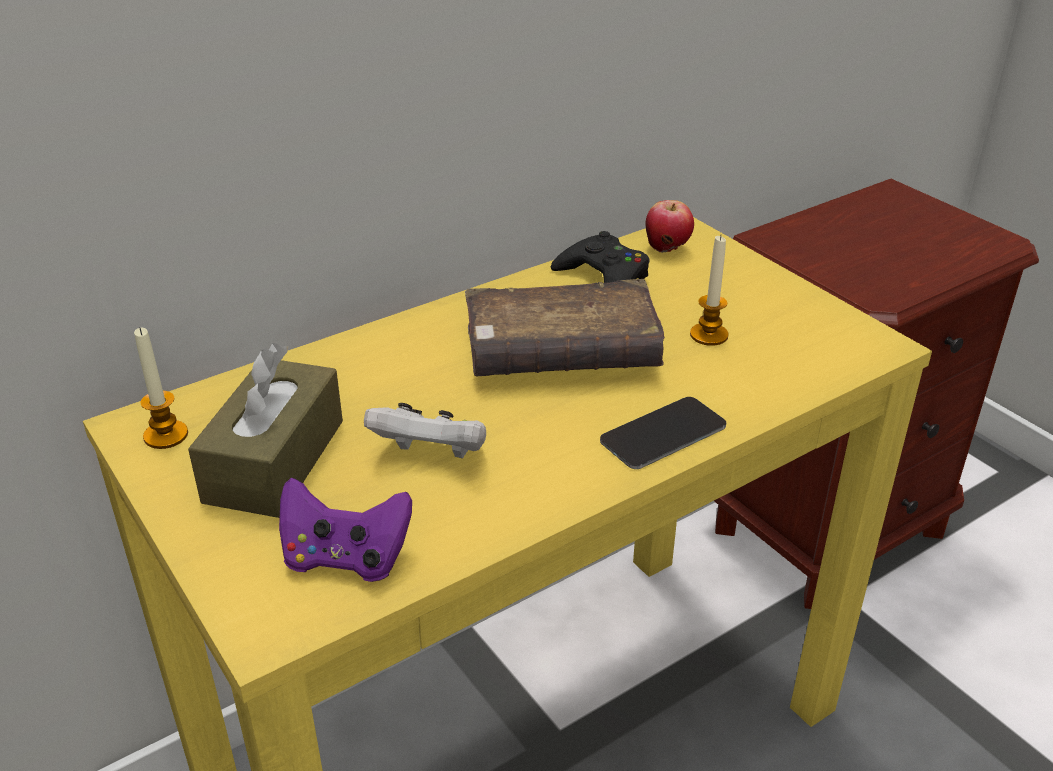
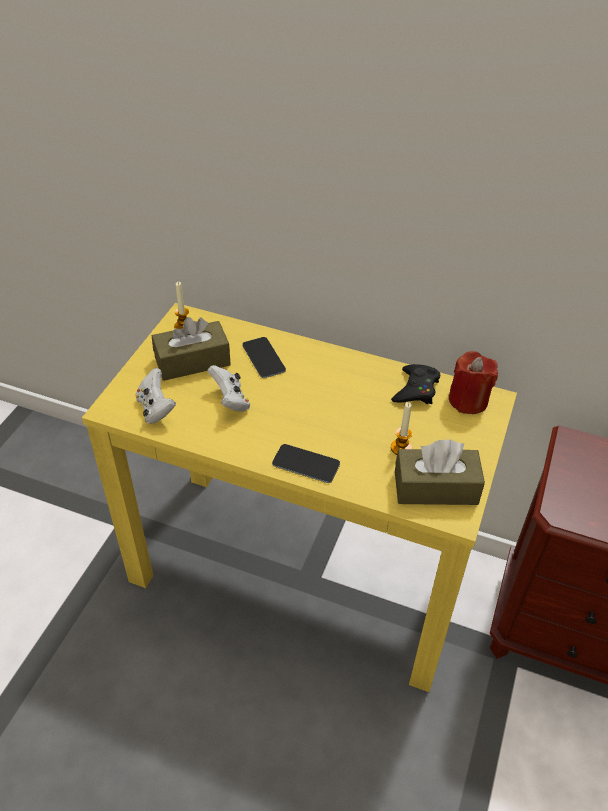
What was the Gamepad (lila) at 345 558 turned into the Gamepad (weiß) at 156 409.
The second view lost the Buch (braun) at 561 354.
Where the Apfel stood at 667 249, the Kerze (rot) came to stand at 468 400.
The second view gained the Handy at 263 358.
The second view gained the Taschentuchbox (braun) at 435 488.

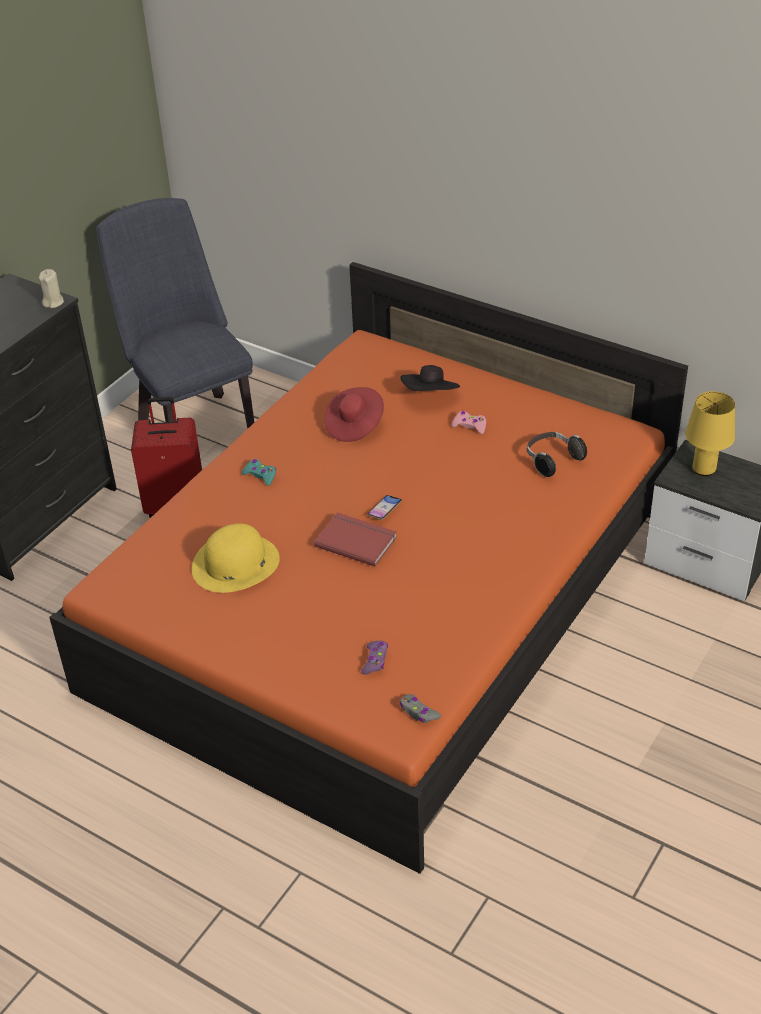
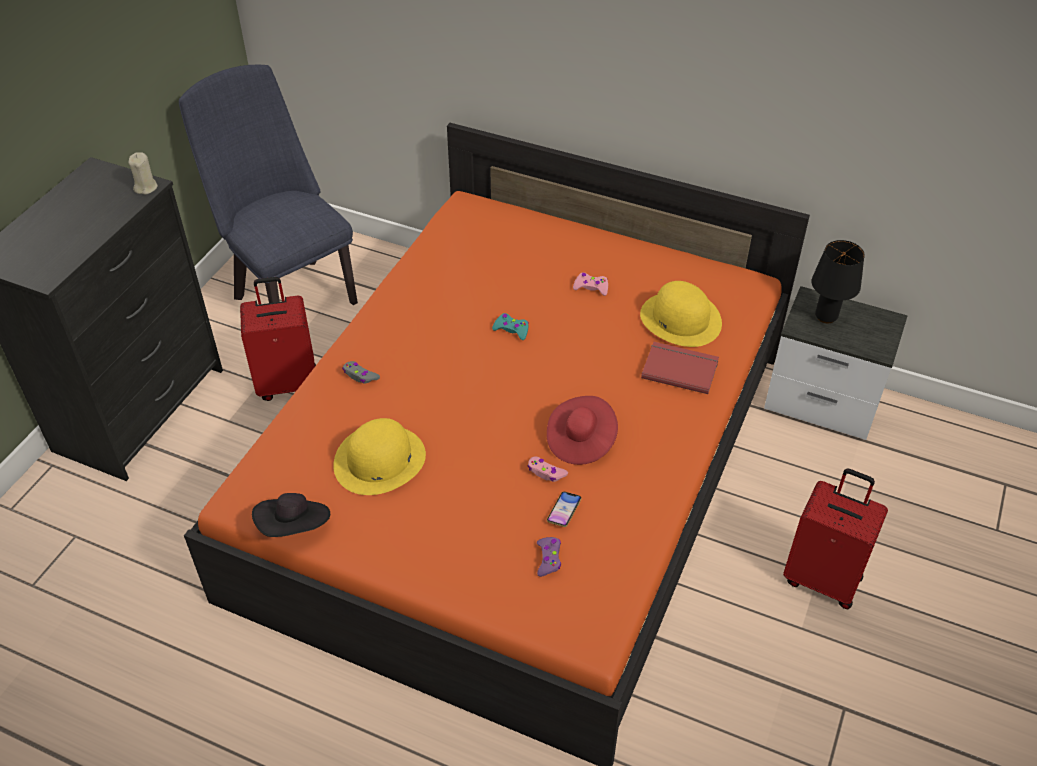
The Gamepad (türkis) ended up elsewhere, having gone from 260 475 to 511 330.
The Buch (rot) ended up elsewhere, having gone from 356 540 to 680 368.
The Hut (rot) ended up elsewhere, having gone from 354 425 to 580 441.
The Handy ended up elsewhere, having gone from 384 509 to 564 511.
The Gamepad (grau) ended up elsewhere, having gone from 418 712 to 360 376.
The Hut (schwarz) ended up elsewhere, having gone from 430 395 to 295 527.
Where the Kopfhörer stood at 552 460, the Hut (gelb) came to stand at 681 319.
What was the Tischlampe (gelb) at 704 470 turned into the Tischlampe (schwarz) at 826 316.
The second view gained the Gamepad (rosa) at 546 472.
The second view gained the Koffer (rot) at 823 578.

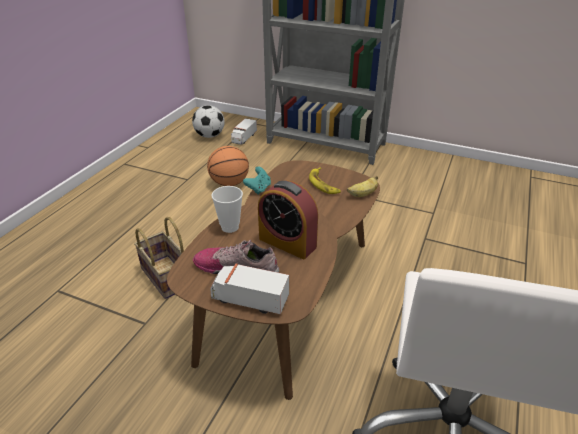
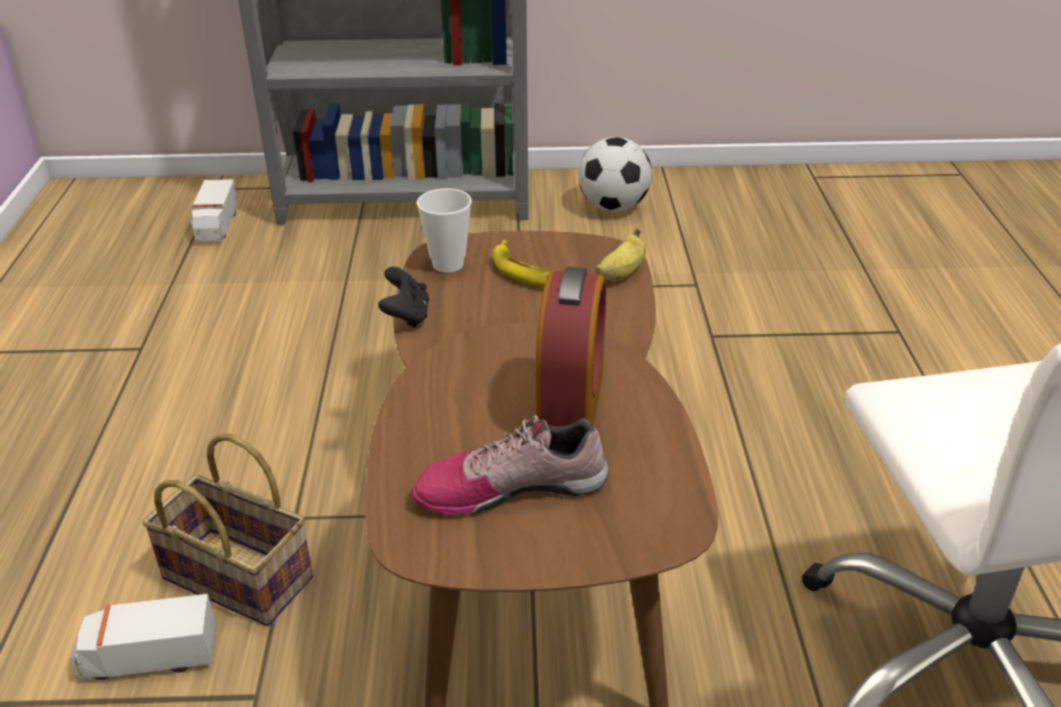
The Fußball ended up elsewhere, having gone from 210 136 to 613 207.
The second view lost the Basketball at 229 183.
The Spielzeuglaster ended up elsewhere, having gone from 249 299 to 148 657.
The Tasse ended up elsewhere, having gone from 230 227 to 448 264.
What was the Gamepad (türkis) at 258 189 turned into the Gamepad (schwarz) at 406 316.
The Wecker at 287 243 ended up facing another way, 90 degrees counterclockwise from before.

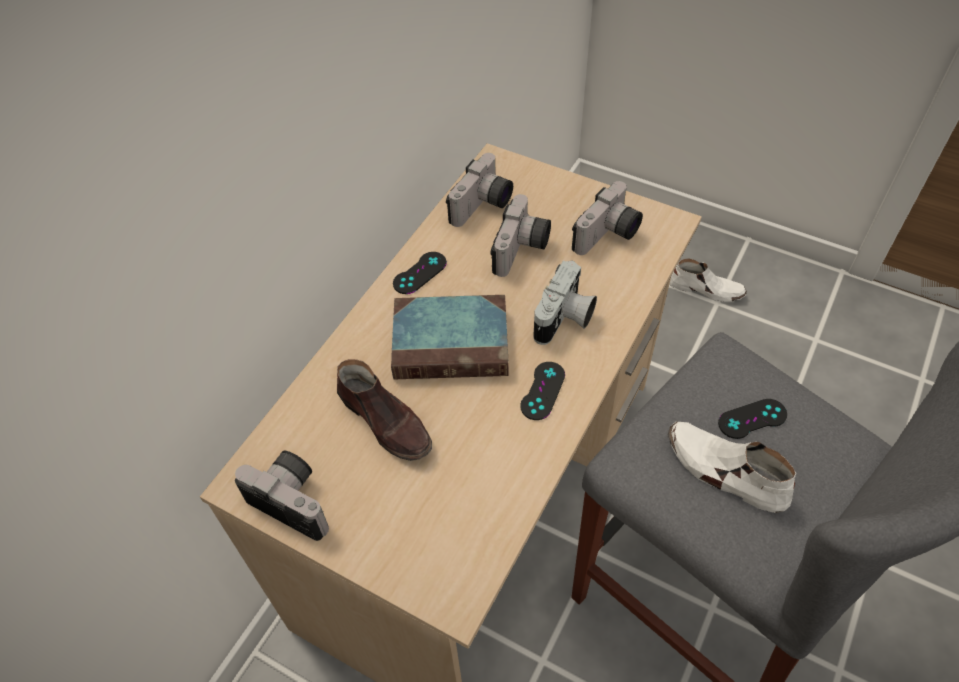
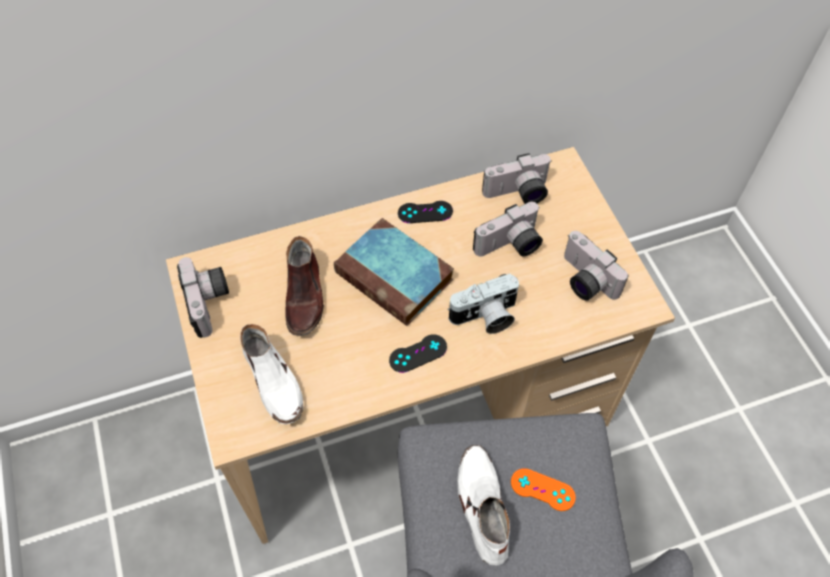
The Kamera at 608 236 ended up facing another way, 60 degrees clockwise from before.
The Schuh (weiß) ended up elsewhere, having gone from 706 289 to 274 381.
What was the Gamepad (schwarz) at 752 419 turned into the Gamepad (orange) at 542 489.

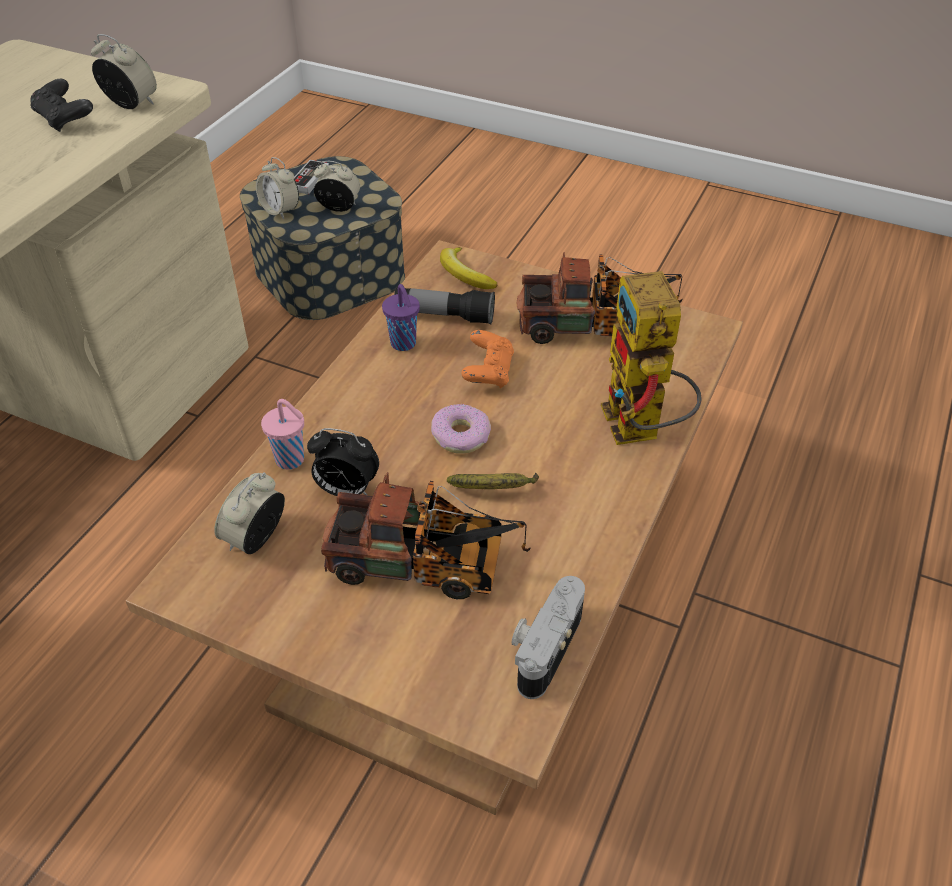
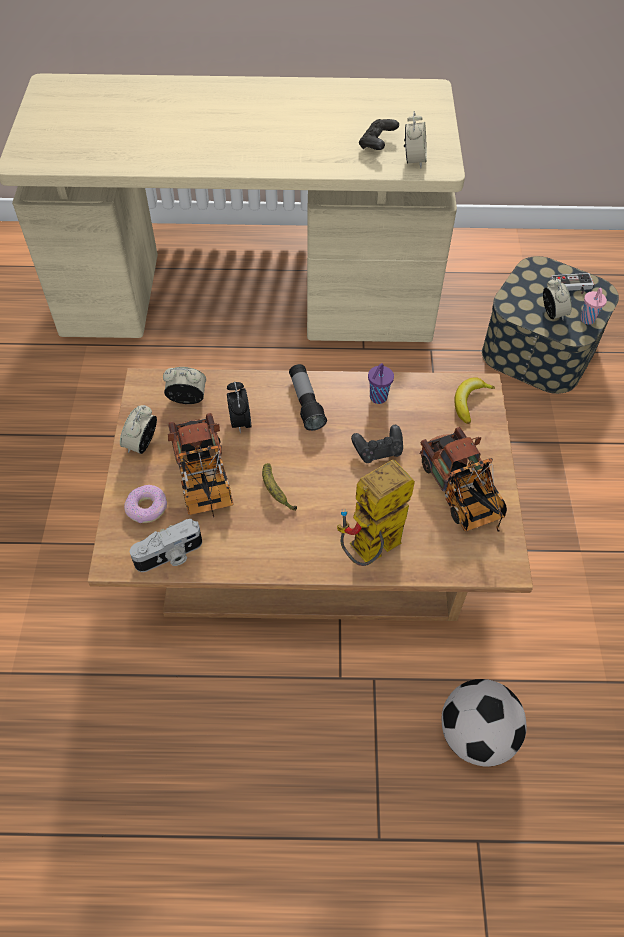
The Wecker ended up elsewhere, having gone from 280 210 to 142 444.
The Tasse (rosa) ended up elsewhere, having gone from 291 460 to 587 320.
The Taschenlampe ended up elsewhere, having gone from 444 316 to 306 403.
The Donut ended up elsewhere, having gone from 461 435 to 147 508.
What was the Gamepad (orange) at 488 372 turned into the Gamepad (schwarz) at 378 451.
The Kamera at 544 647 ended up facing another way, 150 degrees clockwise from before.
The second view gained the Fußball at 476 734.

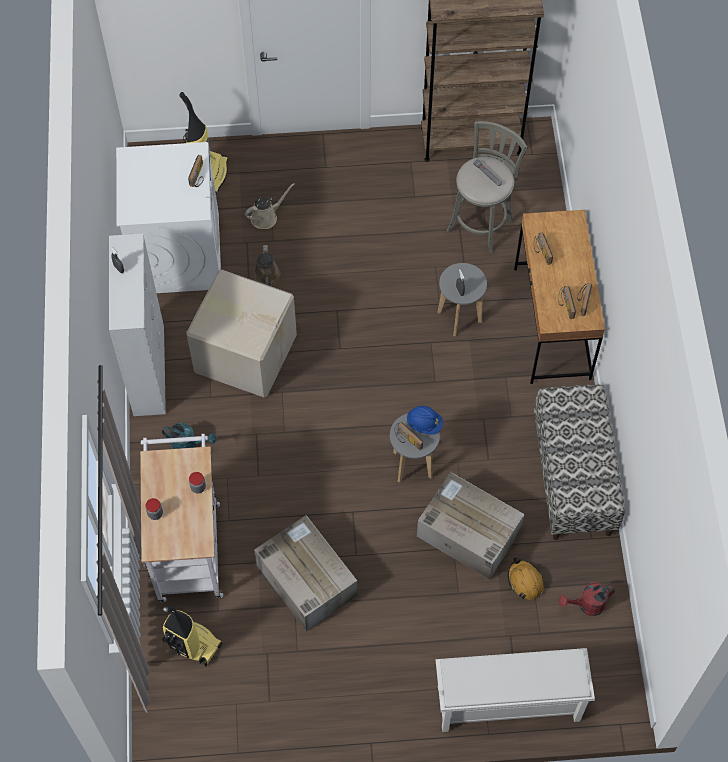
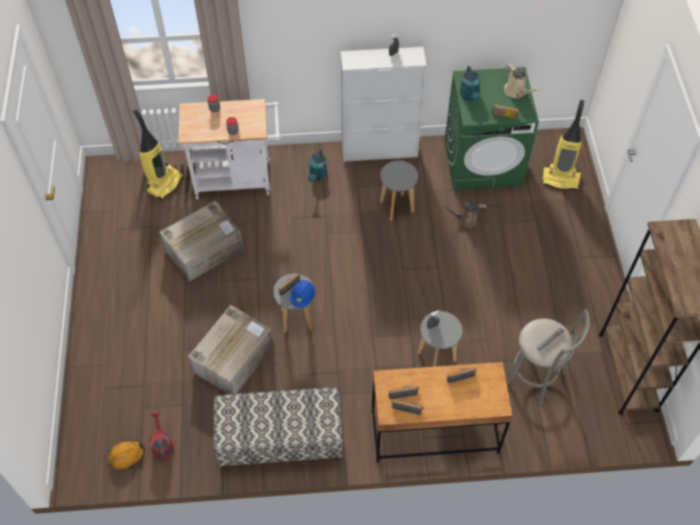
What was the Waschmaschine (weiß) at 177 253 turned into the Waschmaschine (grün) at 483 162.
Where the Karton stood at 245 352, the Hocker (grau) came to stand at 397 207.
The Gießkanne (beige) ended up elsewhere, having gone from 266 217 to 516 91.
The second view lost the Schuhregal (weiß) at 507 704.
The Schutzhelm (orange) ended up elsewhere, having gone from 525 581 to 127 455.
The second view gained the Gießkanne (türkis) at 470 96.

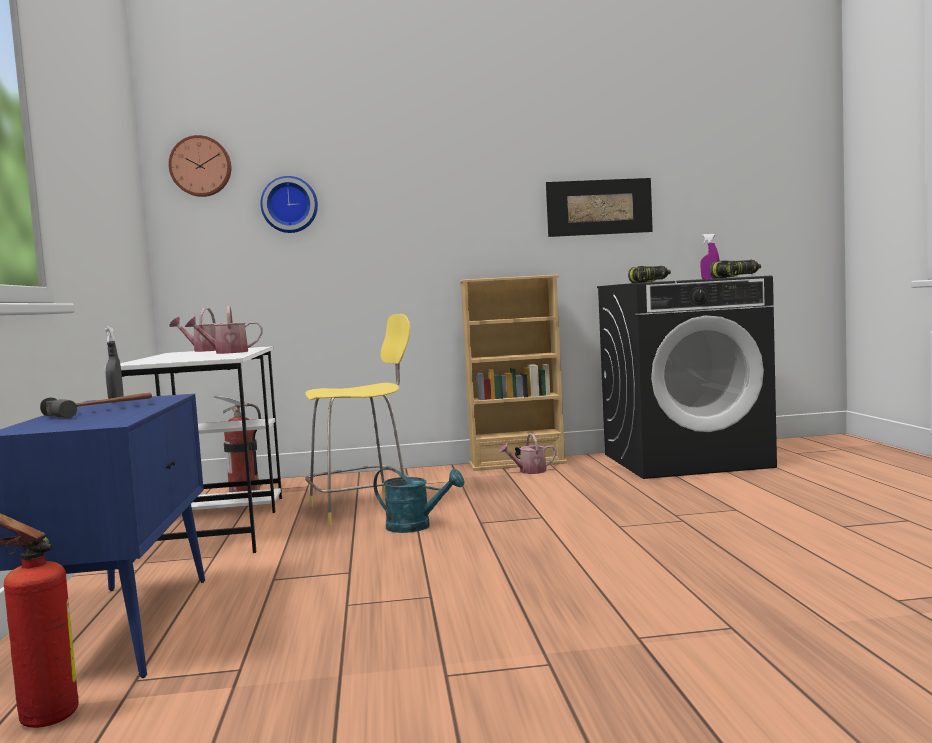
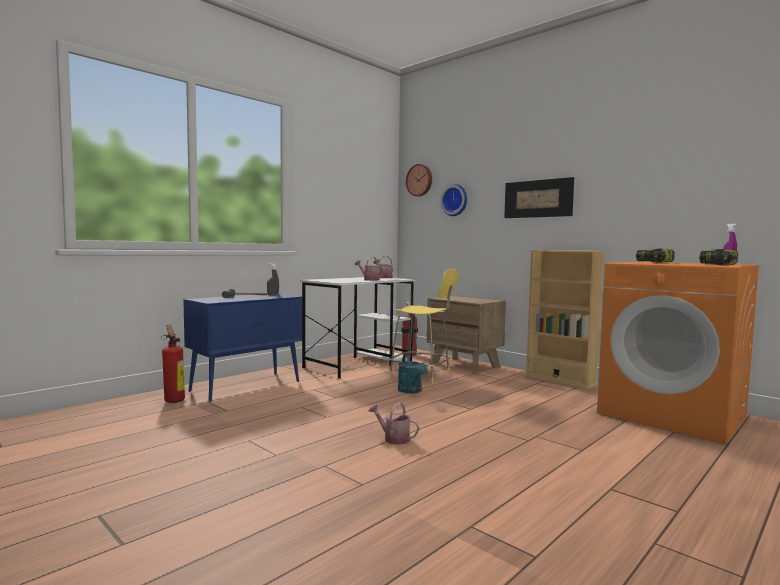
The Gießkanne ended up elsewhere, having gone from 529 471 to 393 438.
The Bild ended up elsewhere, having gone from 599 207 to 538 198.
What was the Waschmaschine (schwarz) at 685 460 turned into the Waschmaschine (orange) at 673 415.
The second view gained the Nachttisch (braun) at 465 365.

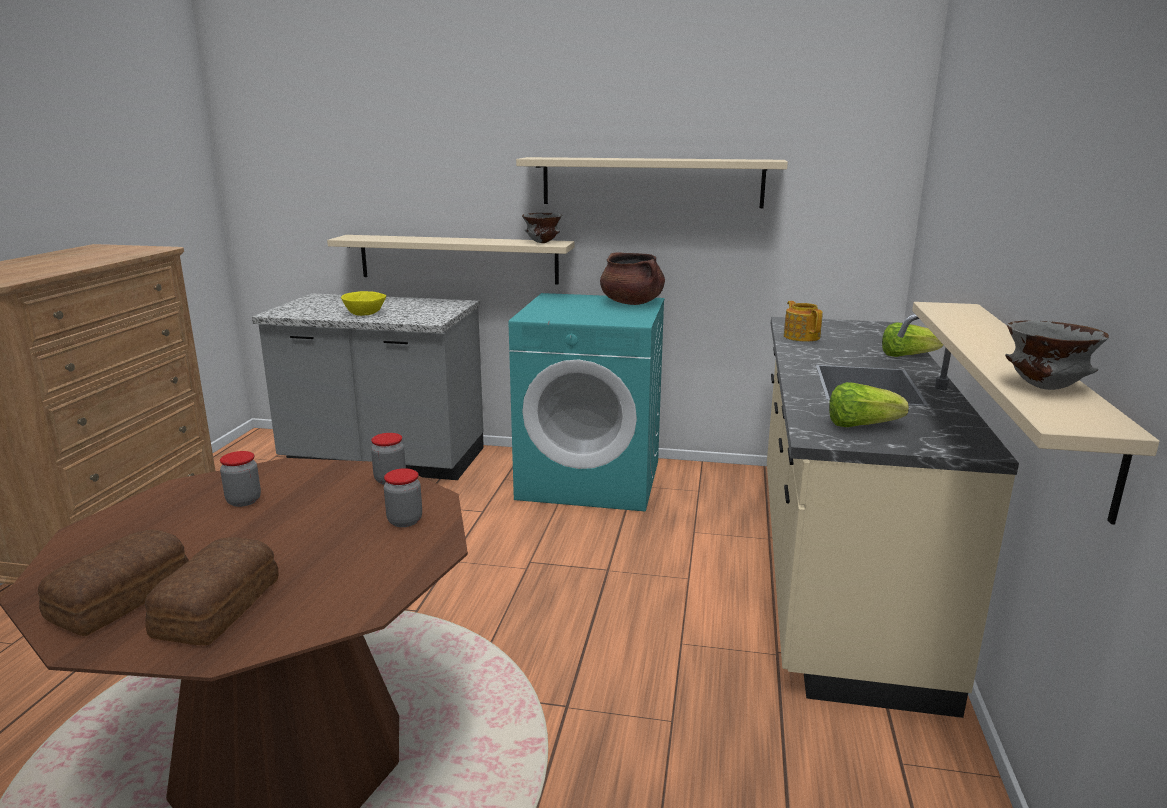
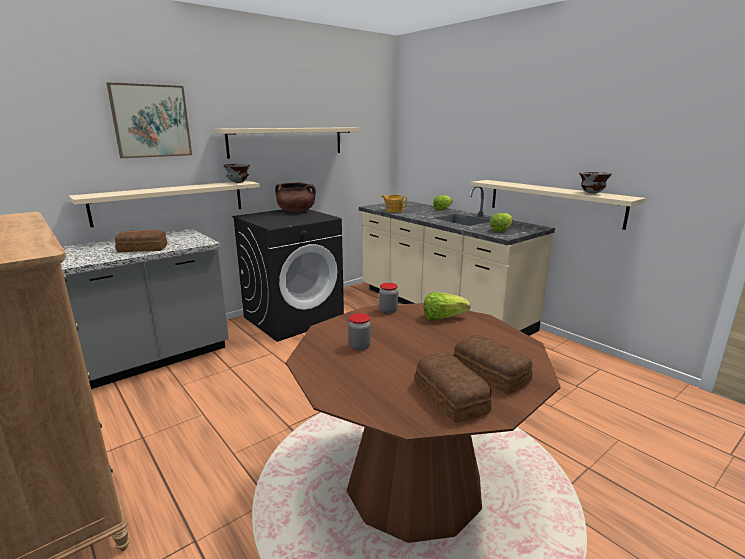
Where the Schüssel (gelb) stood at 364 314, the Brot came to stand at 143 249.
Where the Vorratsglas stood at 405 521, the Salatkopf came to stand at 443 318.
What was the Waschmaschine (türkis) at 591 479 turned into the Waschmaschine (schwarz) at 293 318.
The second view gained the Bild at 151 121.

